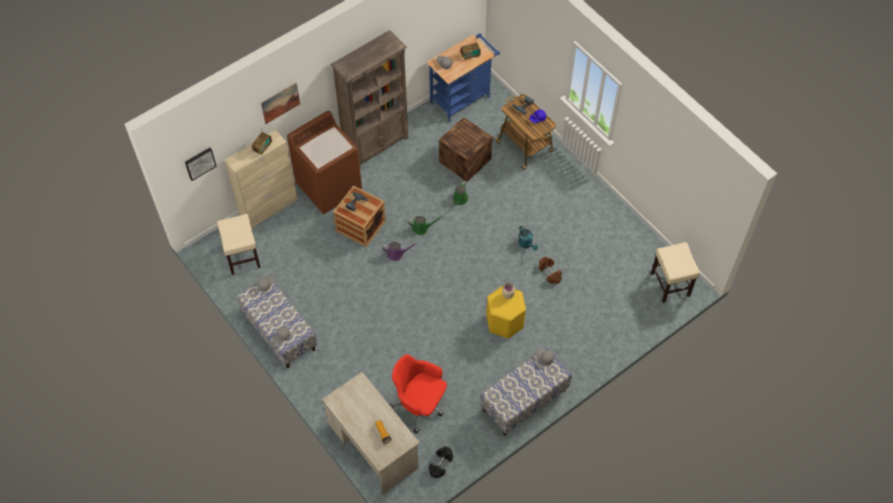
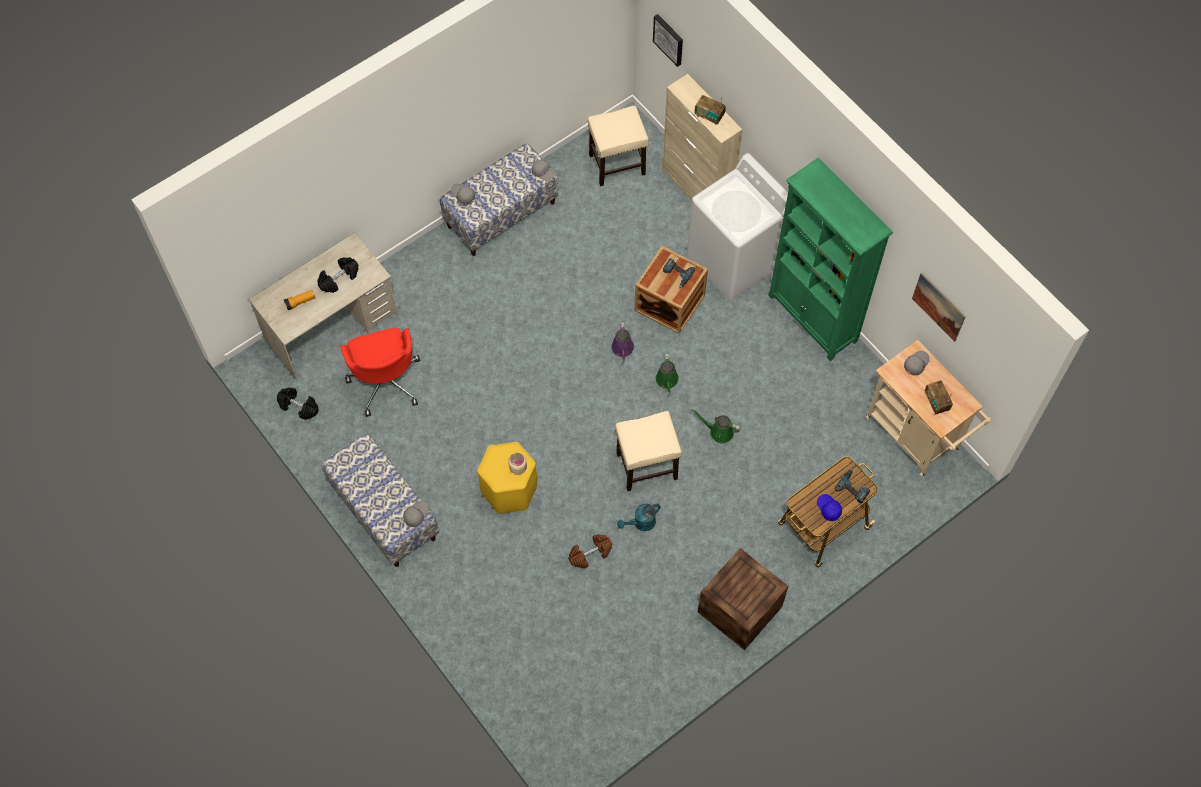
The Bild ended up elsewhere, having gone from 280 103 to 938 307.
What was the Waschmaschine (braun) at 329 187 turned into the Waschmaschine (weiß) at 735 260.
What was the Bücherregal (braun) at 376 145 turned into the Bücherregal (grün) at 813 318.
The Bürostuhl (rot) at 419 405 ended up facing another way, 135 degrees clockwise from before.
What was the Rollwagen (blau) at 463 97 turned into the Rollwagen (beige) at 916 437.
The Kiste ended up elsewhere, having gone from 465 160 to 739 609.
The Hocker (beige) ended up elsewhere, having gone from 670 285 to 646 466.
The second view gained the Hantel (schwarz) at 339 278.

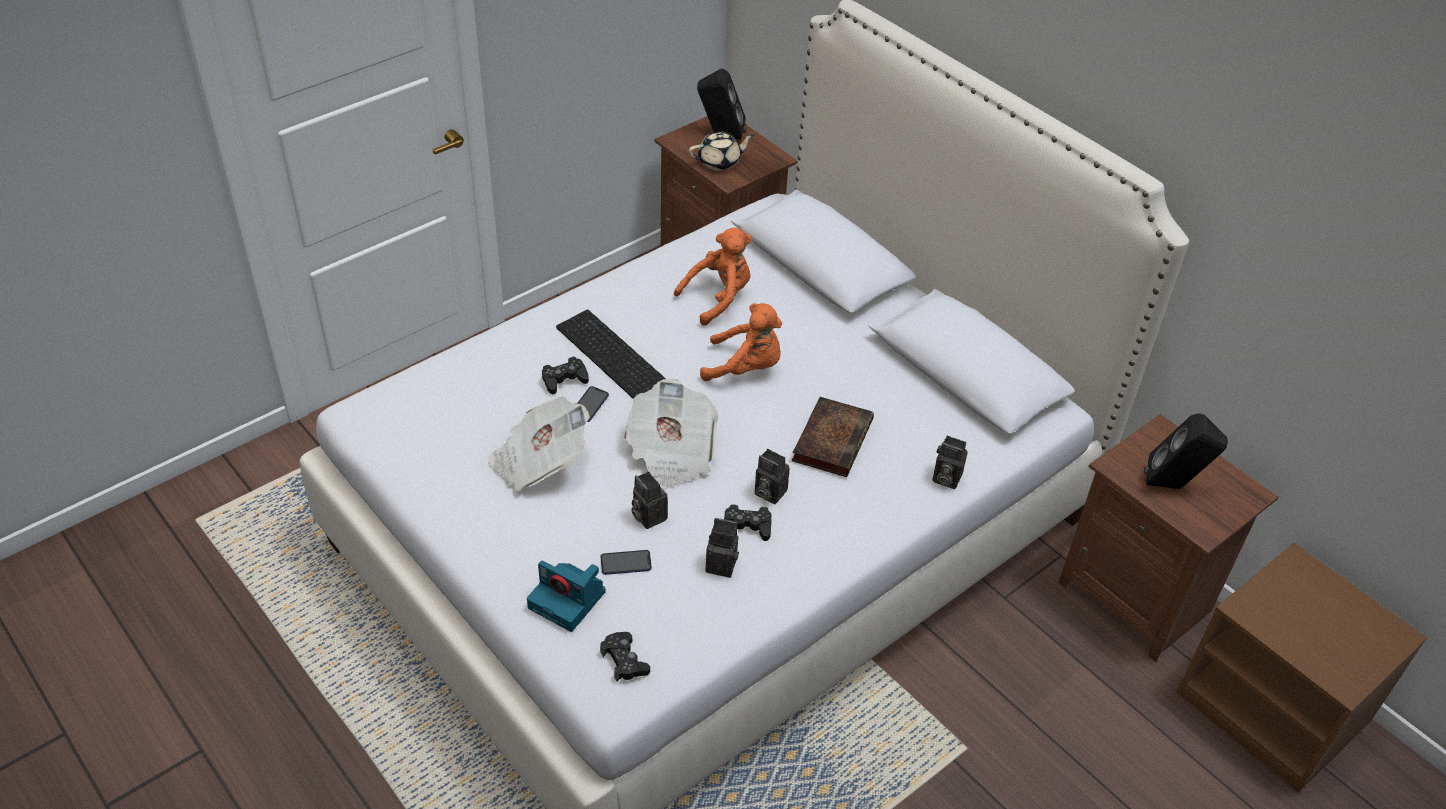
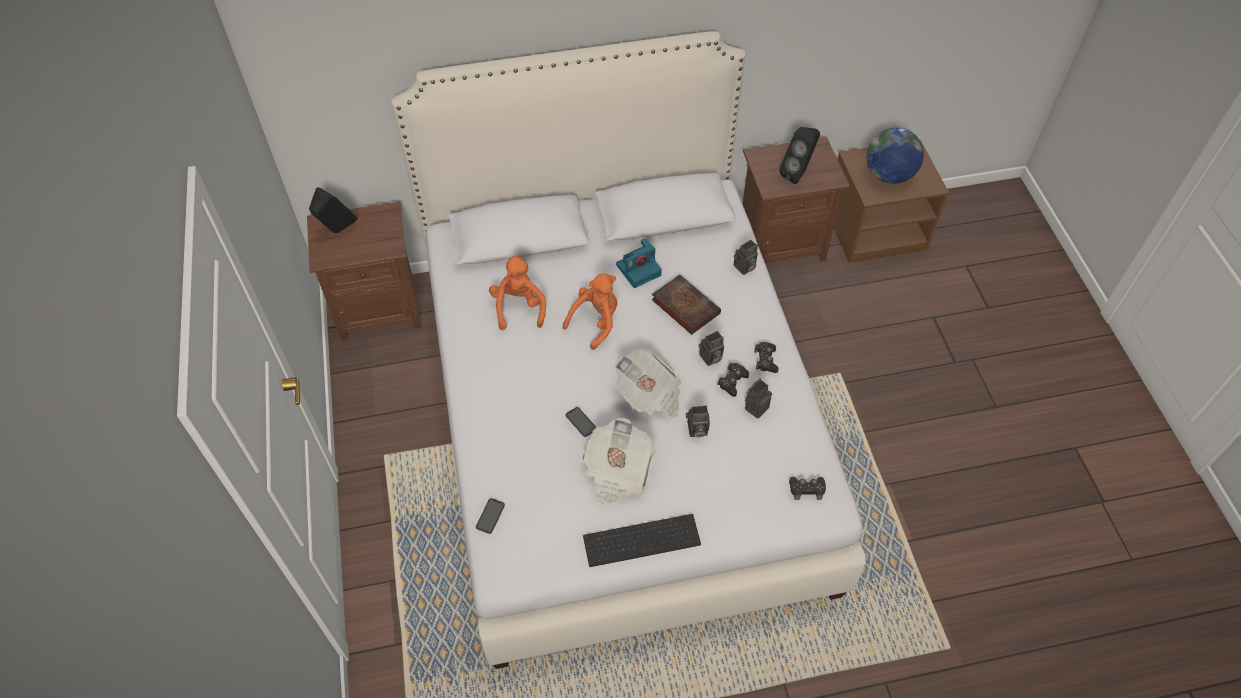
The Kamera ended up elsewhere, having gone from 569 600 to 639 269.
The Gamepad (schwarz) ended up elsewhere, having gone from 564 379 to 766 360.
The Tastatur ended up elsewhere, having gone from 614 354 to 642 538.
The Handy ended up elsewhere, having gone from 626 563 to 490 516.
The second view lost the Teekanne (beige) at 720 162.
The second view gained the Globus at 888 175.

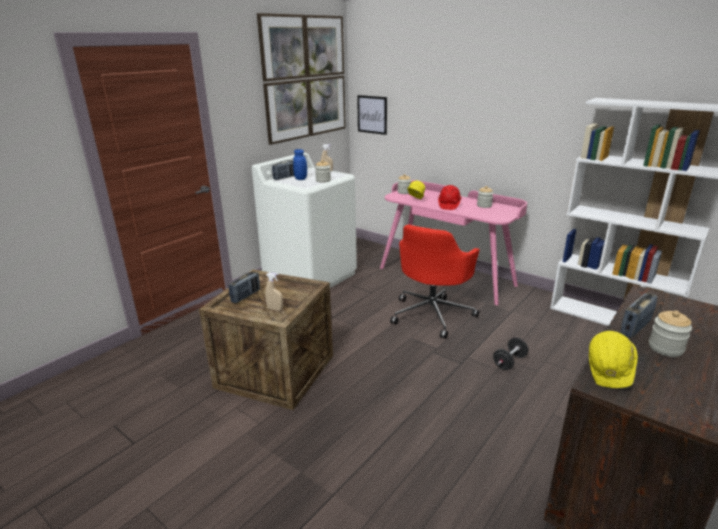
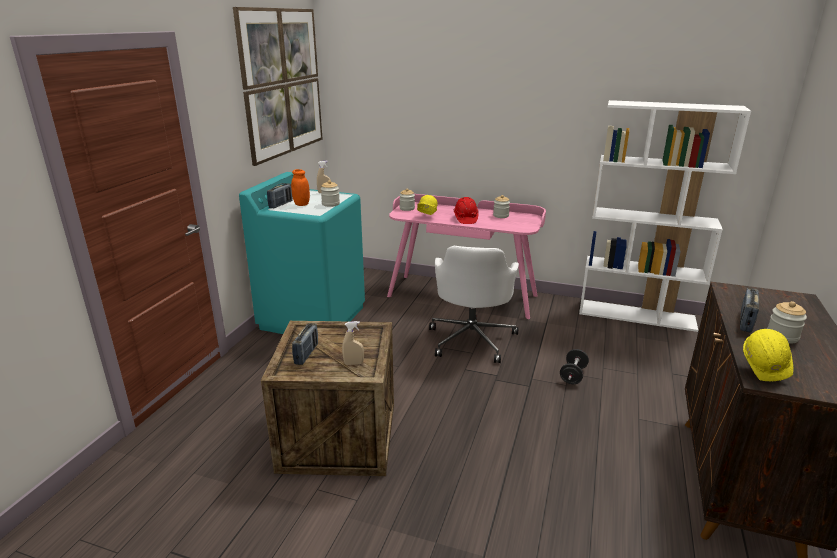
What was the Waschmaschine (weiß) at 311 276 turned into the Waschmaschine (türkis) at 313 317.
What was the Vorratsglas (blau) at 300 179 turned into the Vorratsglas (orange) at 301 204.
The second view lost the Bild at 372 114.
What was the Bürostuhl (rot) at 432 314 turned into the Bürostuhl (weiß) at 472 339.

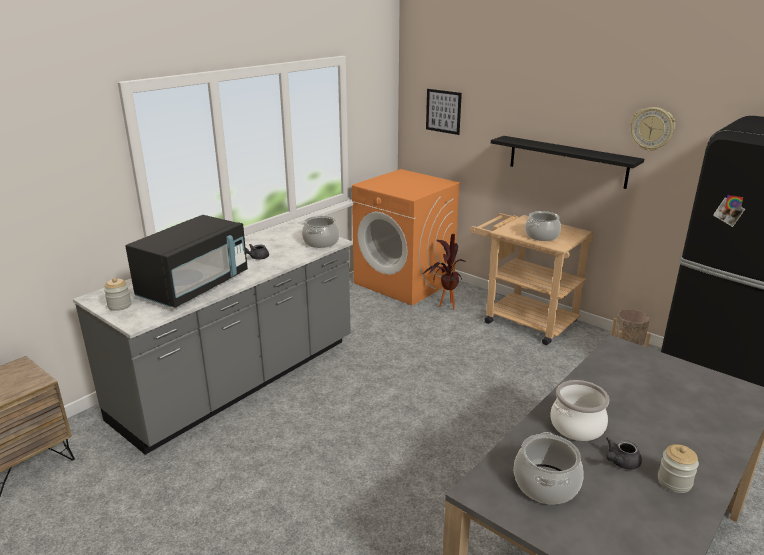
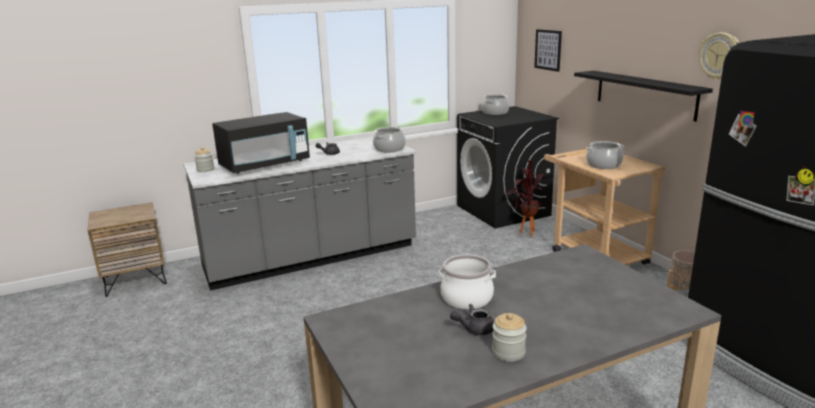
What was the Waschmaschine (orange) at 405 282 turned into the Waschmaschine (schwarz) at 503 211.
The Kochtopf ended up elsewhere, having gone from 545 484 to 495 113.

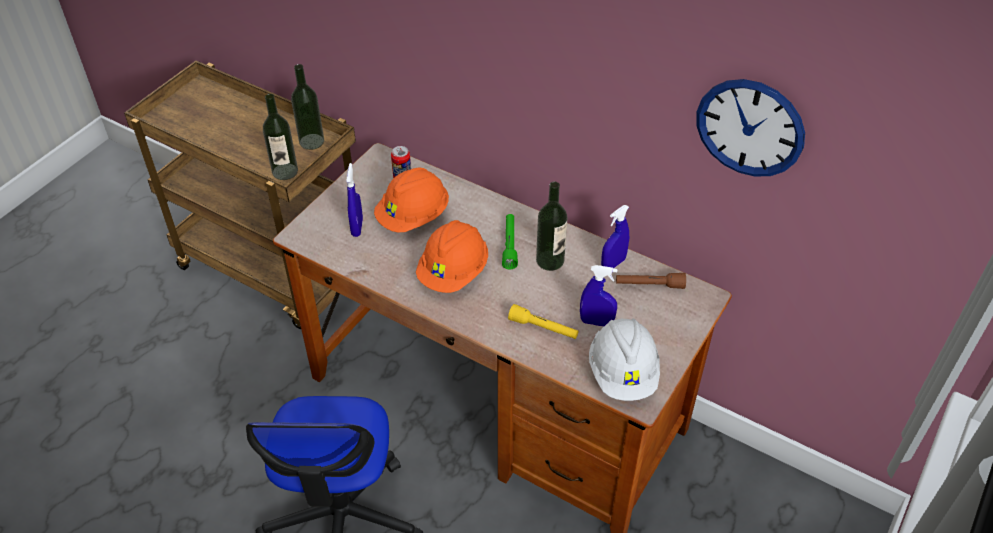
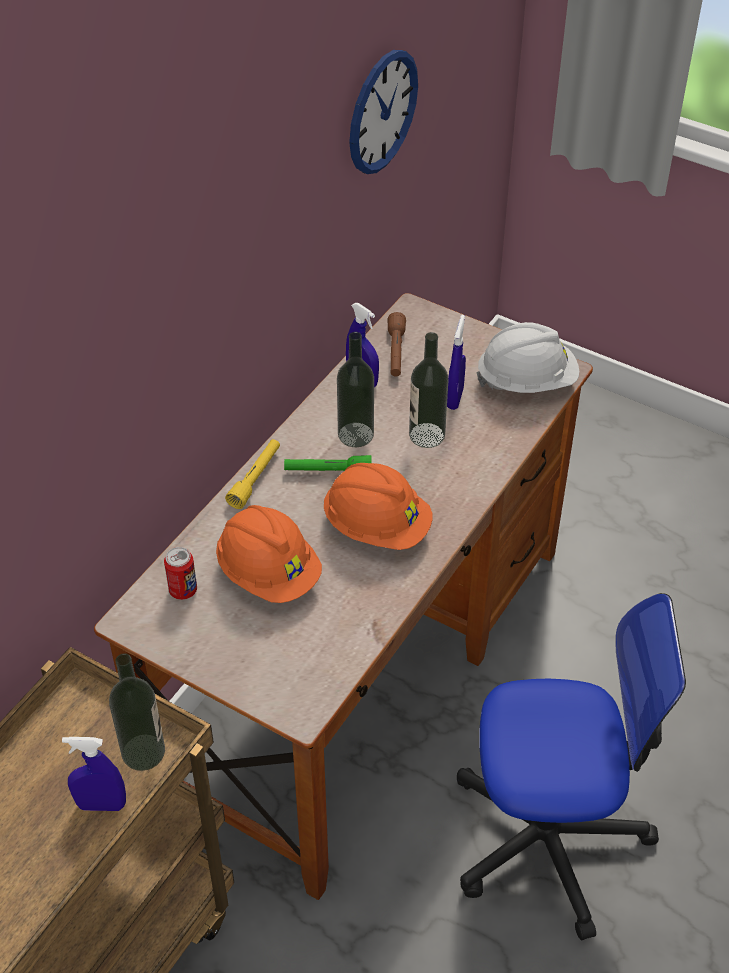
The Flasche ended up elsewhere, having gone from 311 141 to 426 435.
The Sprühflasche (blau) ended up elsewhere, having gone from 357 227 to 101 805.
The Taschenlampe (gelb) ended up elsewhere, having gone from 543 328 to 255 479.

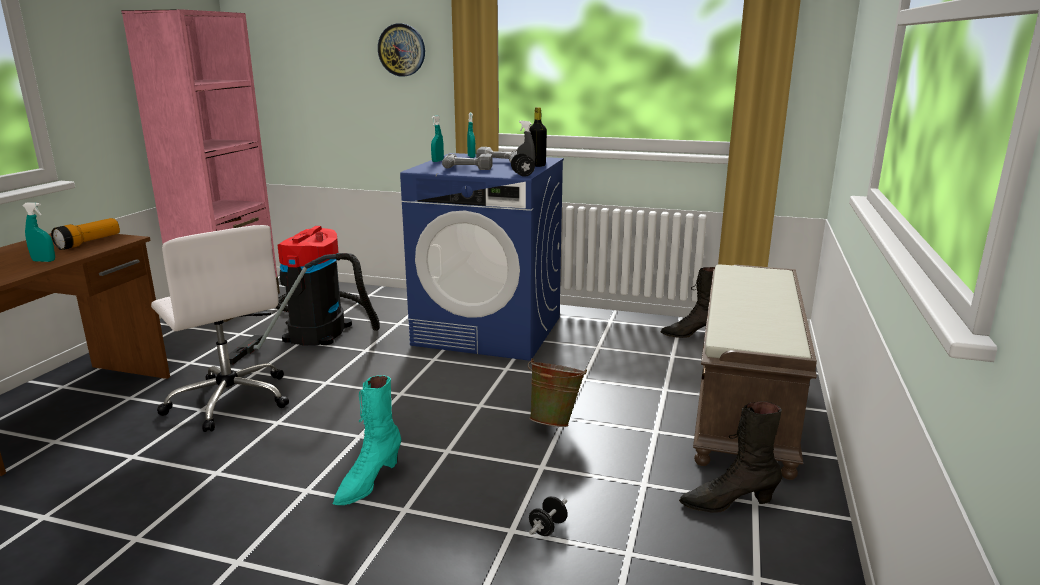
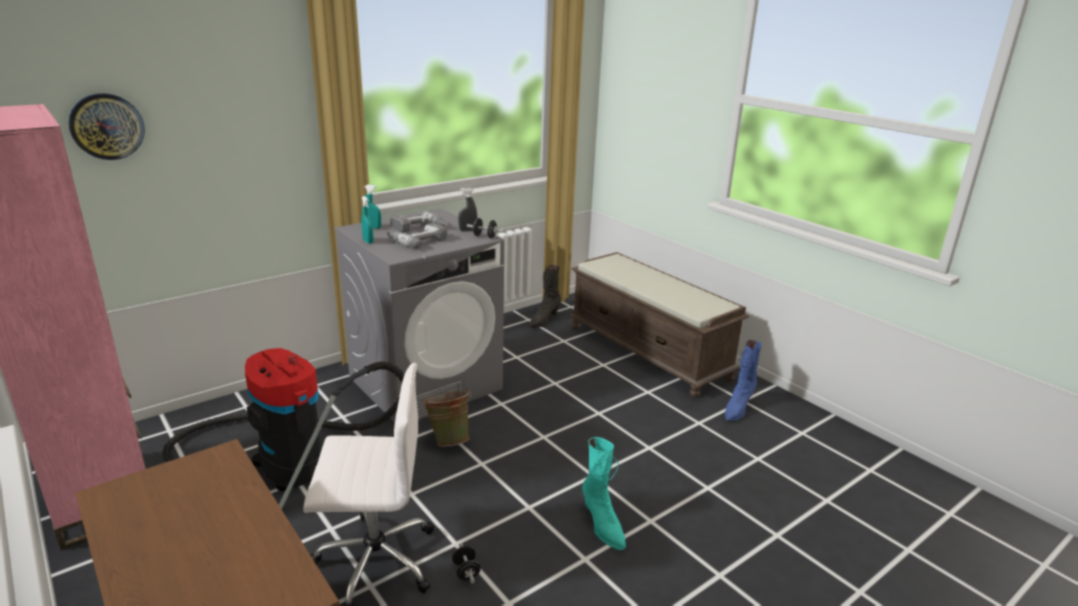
The second view lost the Sprühflasche (türkis) at 44 261.
The second view lost the Taschenlampe at 89 243.
The Wanduhr ended up elsewhere, having gone from 402 50 to 107 126.
What was the Waschmaschine (blau) at 489 331 turned into the Waschmaschine (grau) at 426 383.
The Eimer (grün) ended up elsewhere, having gone from 555 421 to 449 439.
The second view lost the Flasche (schwarz) at 537 165.
The Hantel (schwarz) ended up elsewhere, having gone from 548 528 to 466 572.
What was the Stiefel (schwarz) at 727 503 turned into the Stiefel (blau) at 738 408.

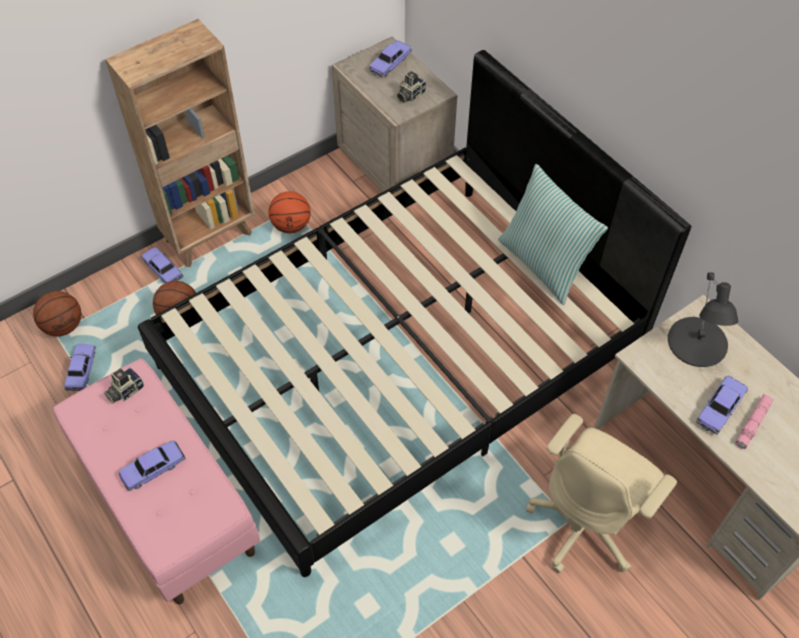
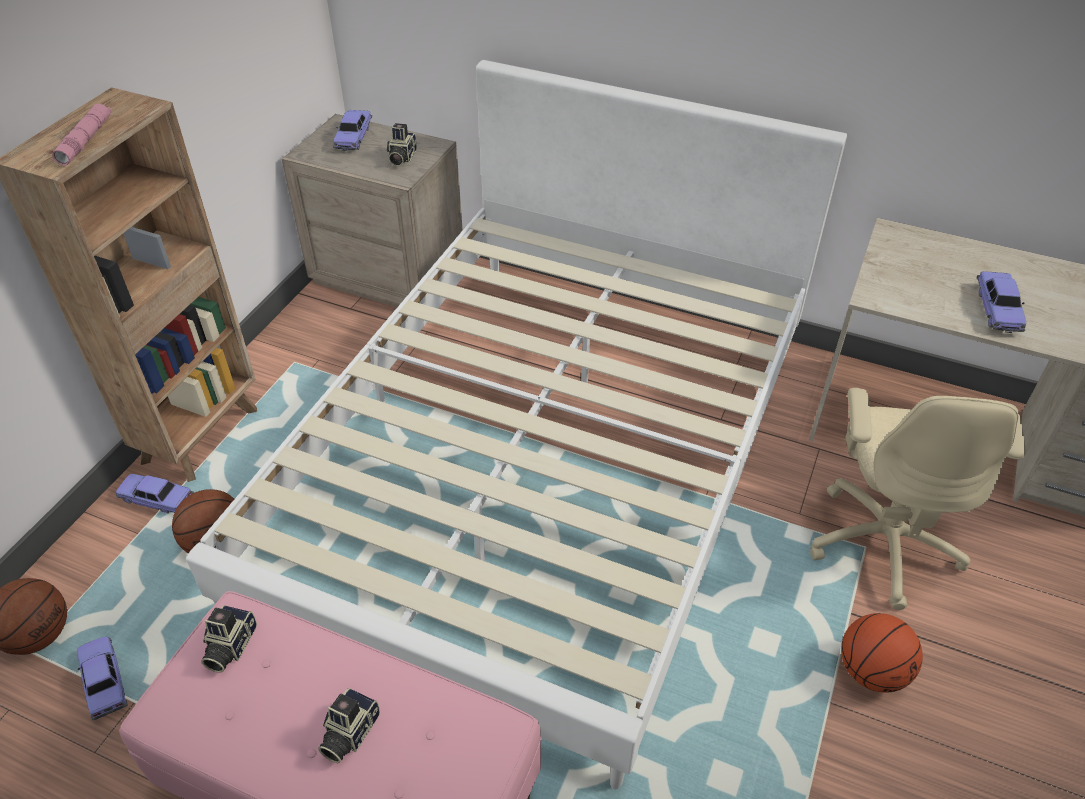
Where the Spielzeugauto stood at 153 469, the Kamera came to stand at 348 733.
What was the Bett (schwarz) at 400 359 turned into the Bett (weiß) at 544 466.
The Basketball ended up elsewhere, having gone from 291 225 to 871 671.
The second view lost the Kissen at 543 264.
The second view lost the Tischlampe (schwarz) at 697 342.
The Taschenlampe (rosa) ended up elsewhere, having gone from 753 423 to 85 141.

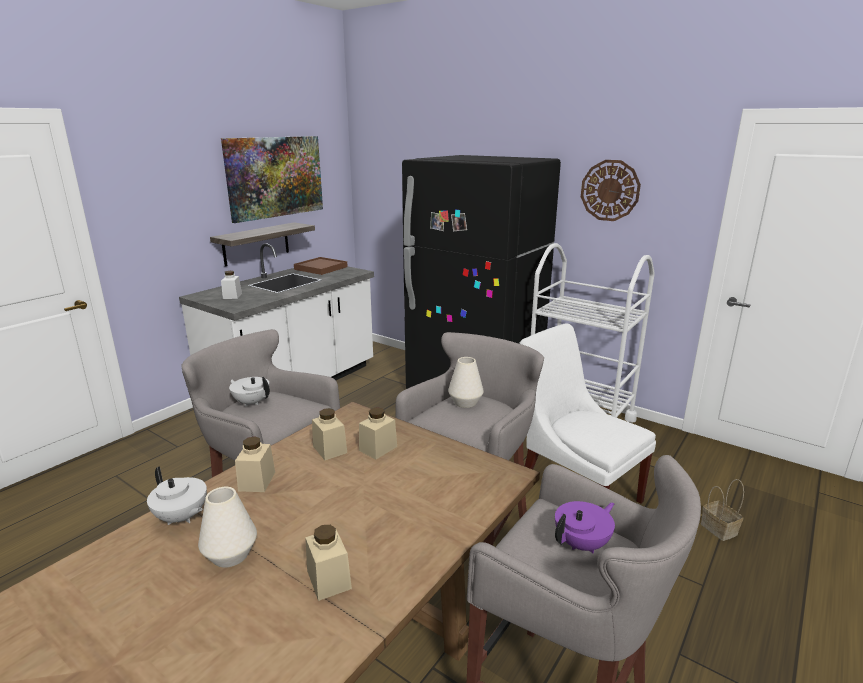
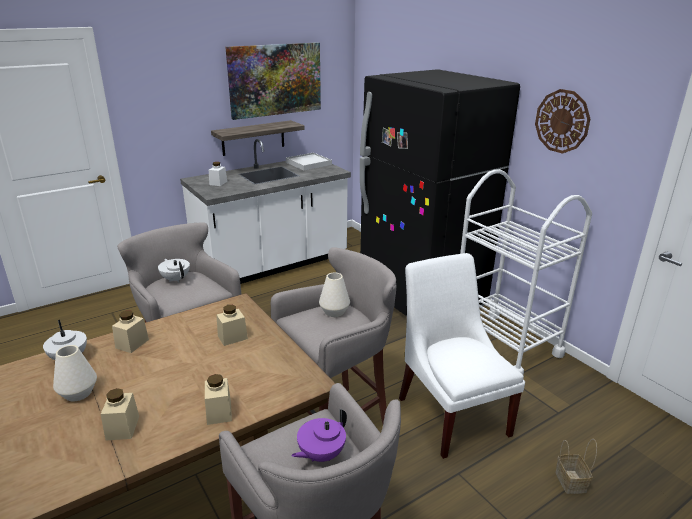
What was the Tablett (braun) at 321 268 turned into the Tablett (weiß) at 308 163.
The Vorratsglas (beige) ended up elsewhere, having gone from 330 449 to 219 412.
The Teekanne (lila) at 582 544 ended up facing another way, 150 degrees clockwise from before.

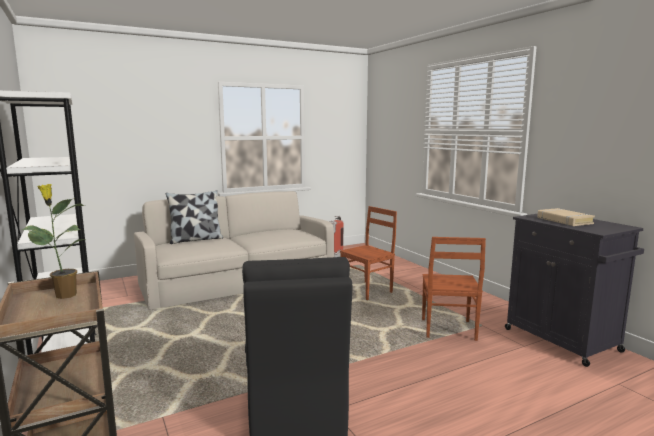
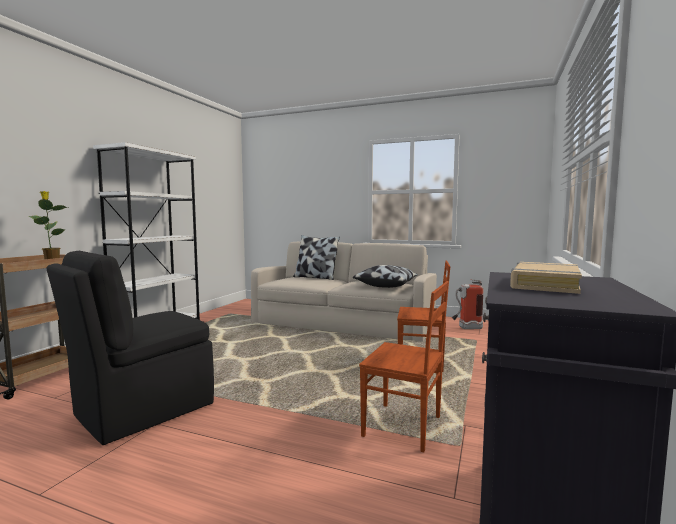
The Stuhl (braun) at 447 330 ended up facing another way, 120 degrees counterclockwise from before.
The second view gained the Kissen at 386 285.

